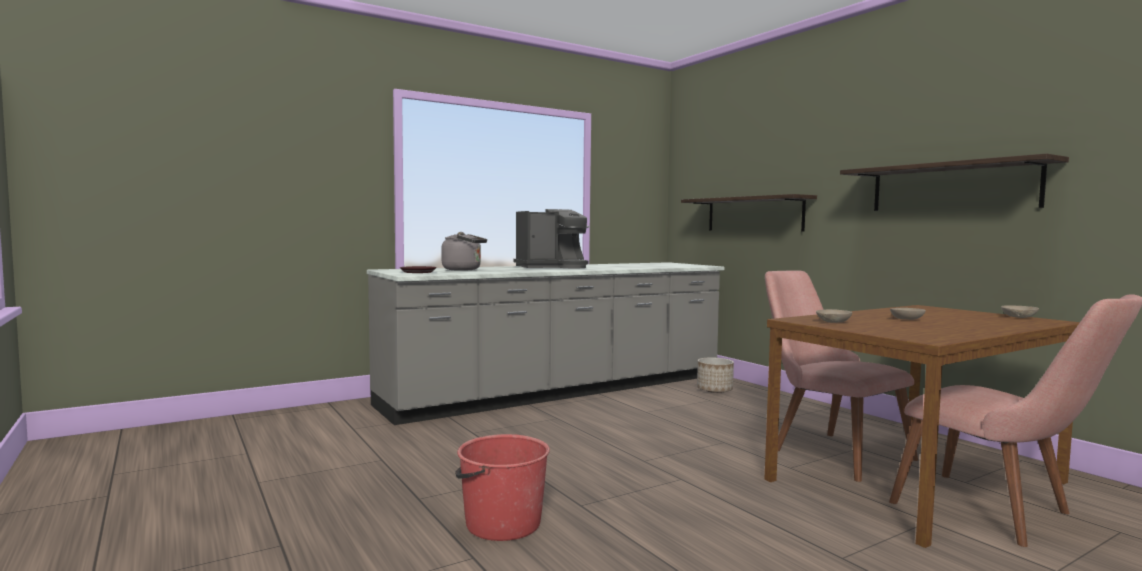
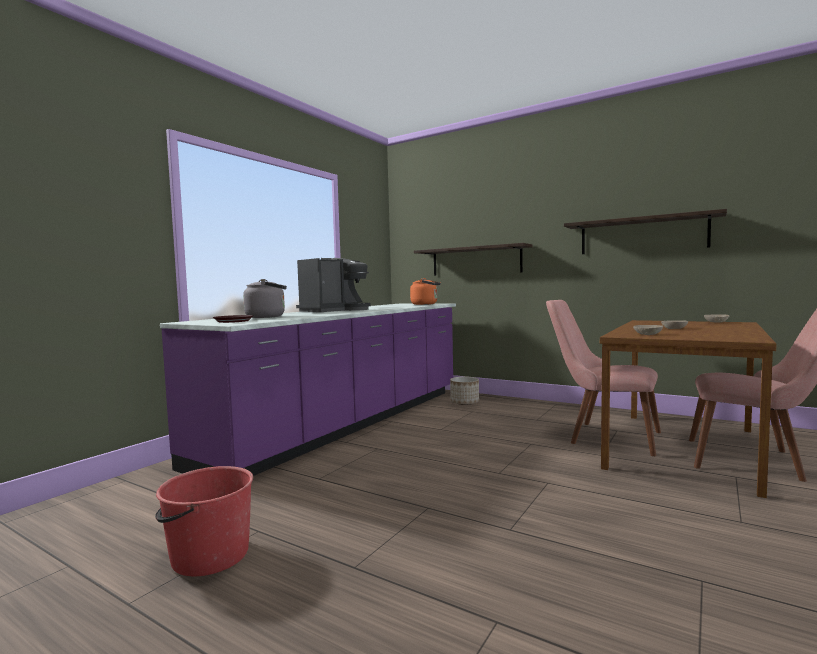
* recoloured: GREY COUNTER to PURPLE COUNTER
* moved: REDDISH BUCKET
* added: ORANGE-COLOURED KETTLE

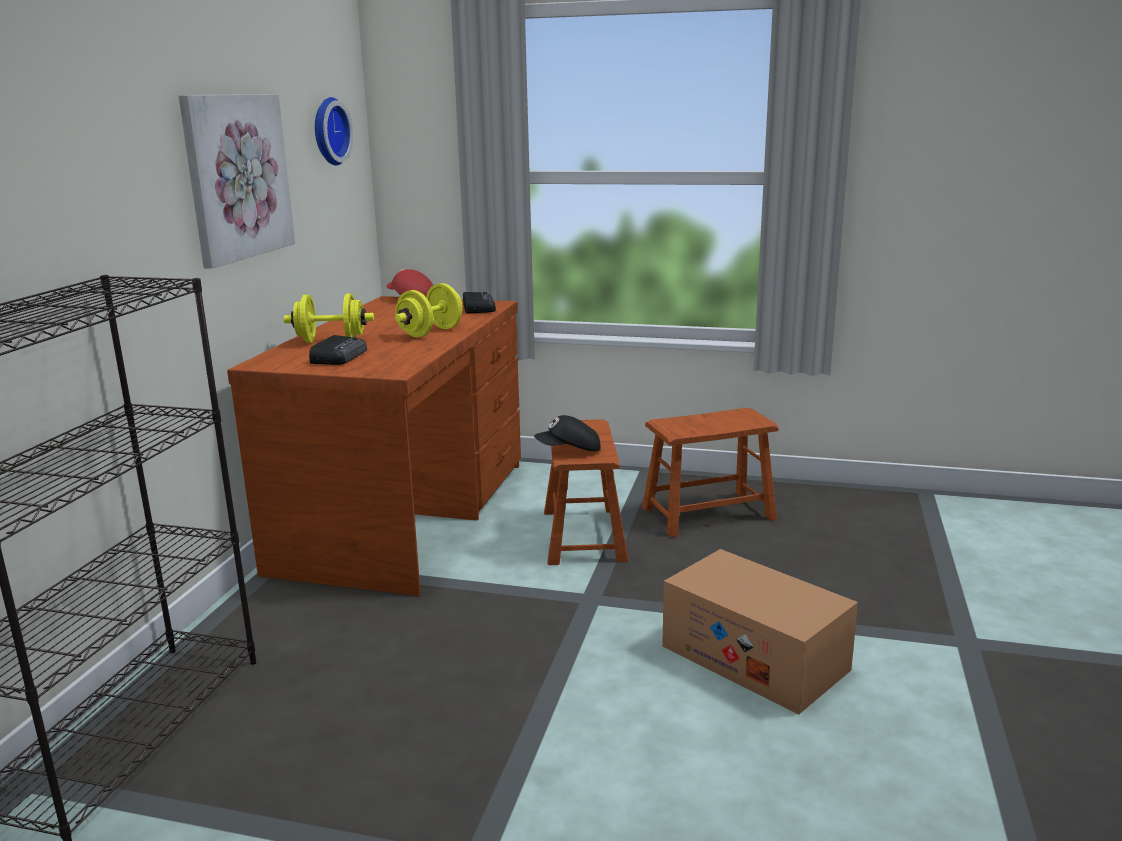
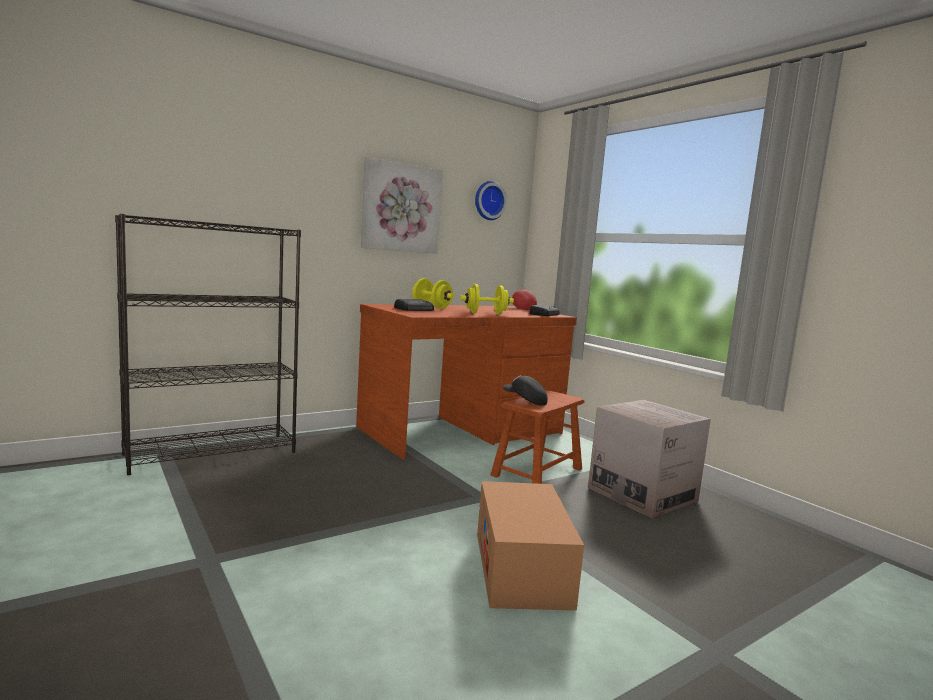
* replaced: BROWN SITTING STOOL (2nd from left) to PACKING BOX (2nd from left)

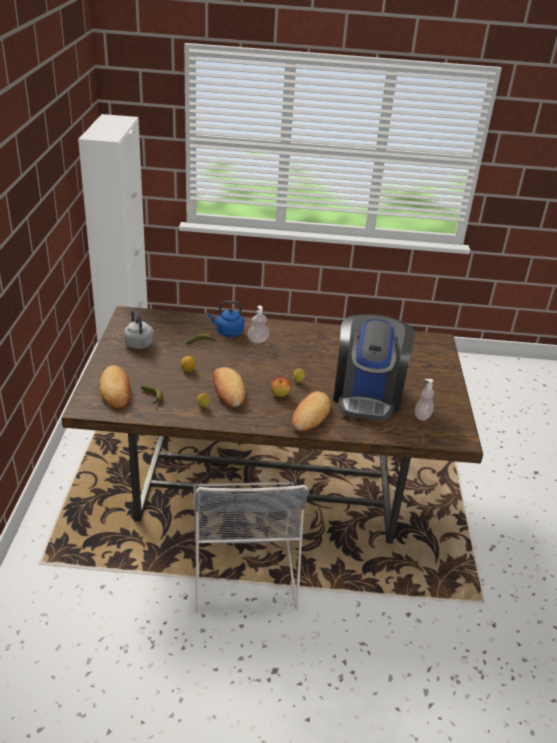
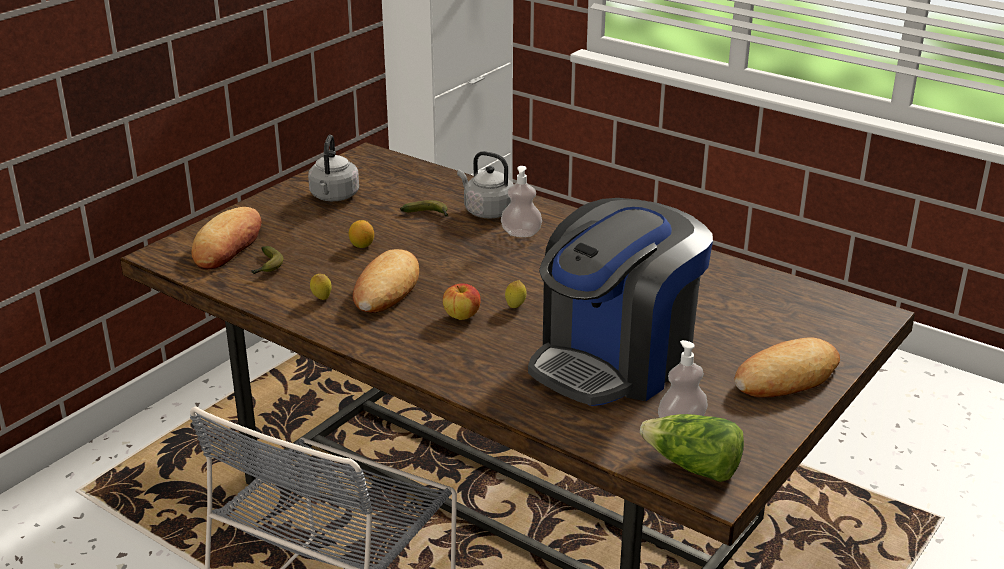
* recoloured: BLUE-COLOURED KETTLE to GREY KETTLE (2nd from left)
* moved: BAKERY BREAD (3rd from left)
* added: LETTUCE HEAD

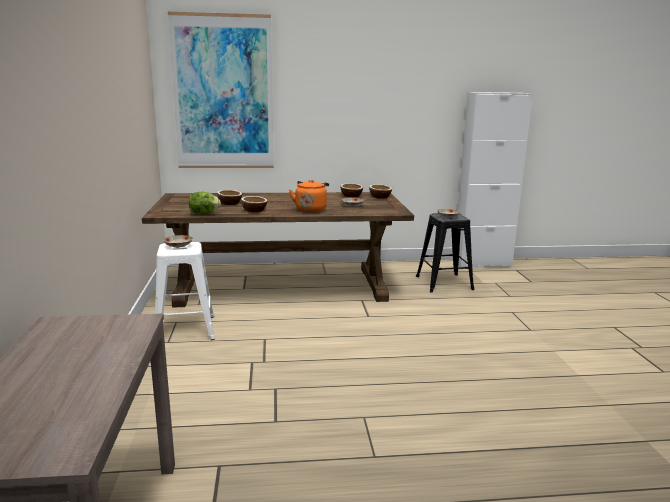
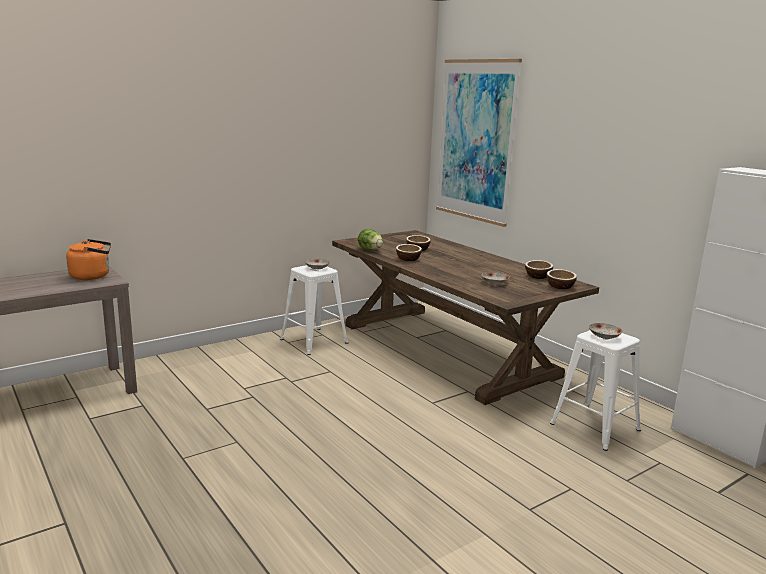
* moved: ORANGE-COLOURED KETTLE
* recoloured: BLACK-COLOURED SITTING STOOL to WHITE-COLOURED SITTING STOOL (2nd from left)

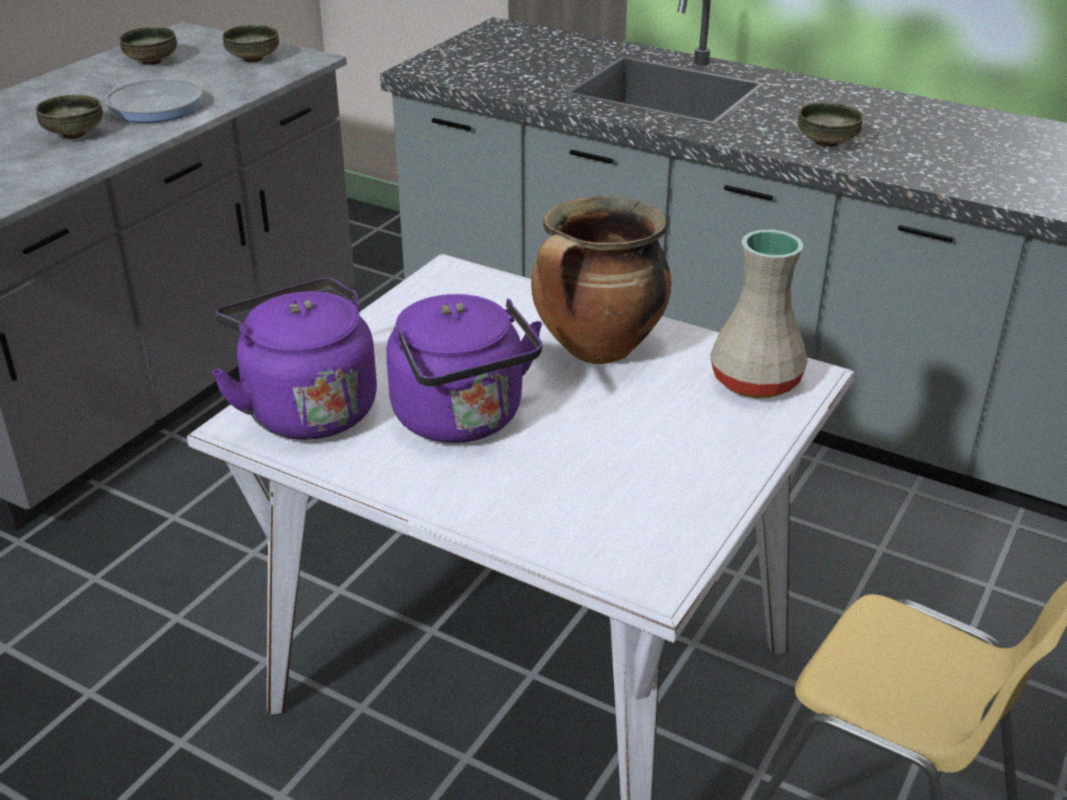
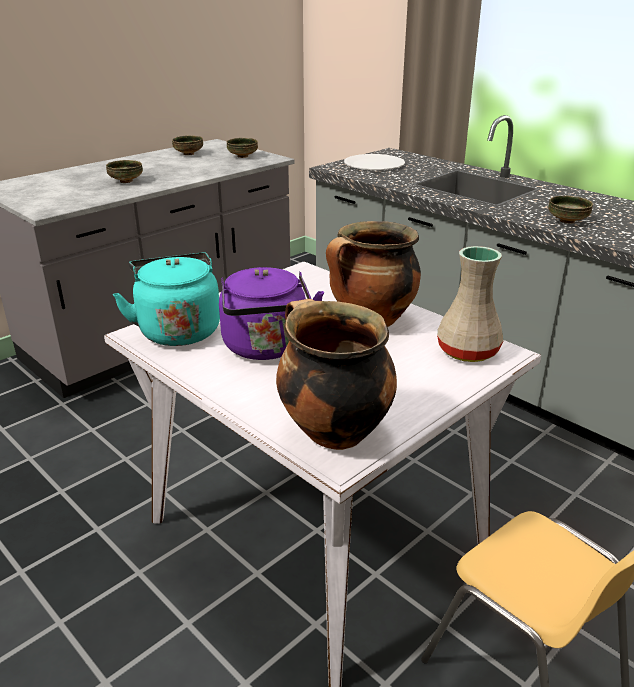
* removed: PAN
* recoloured: PURPLE KETTLE (1st from left) to BLUE-GREEN KETTLE
* added: STOCKPOT (1st from left)
* added: WHITE-COLOURED PLATE

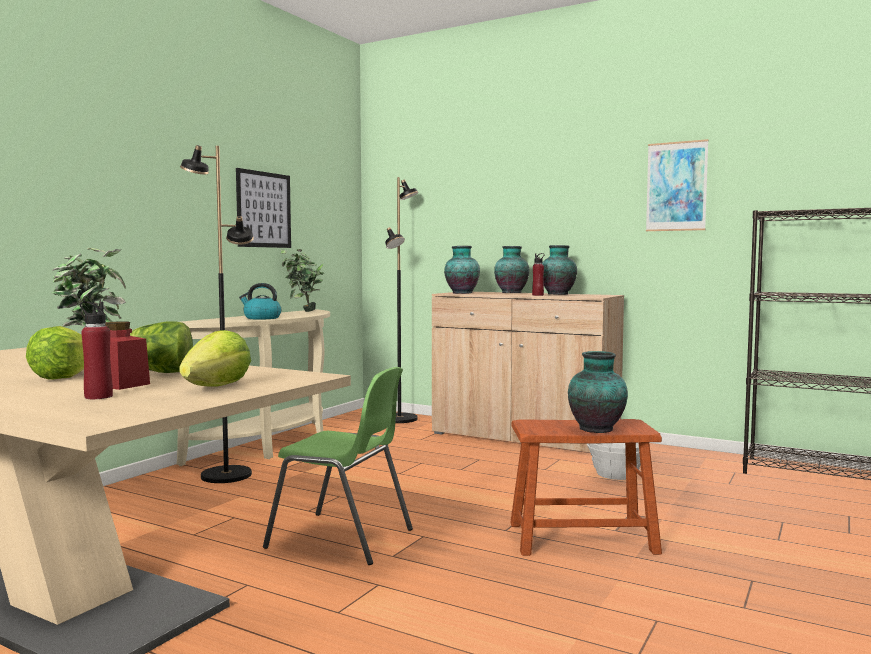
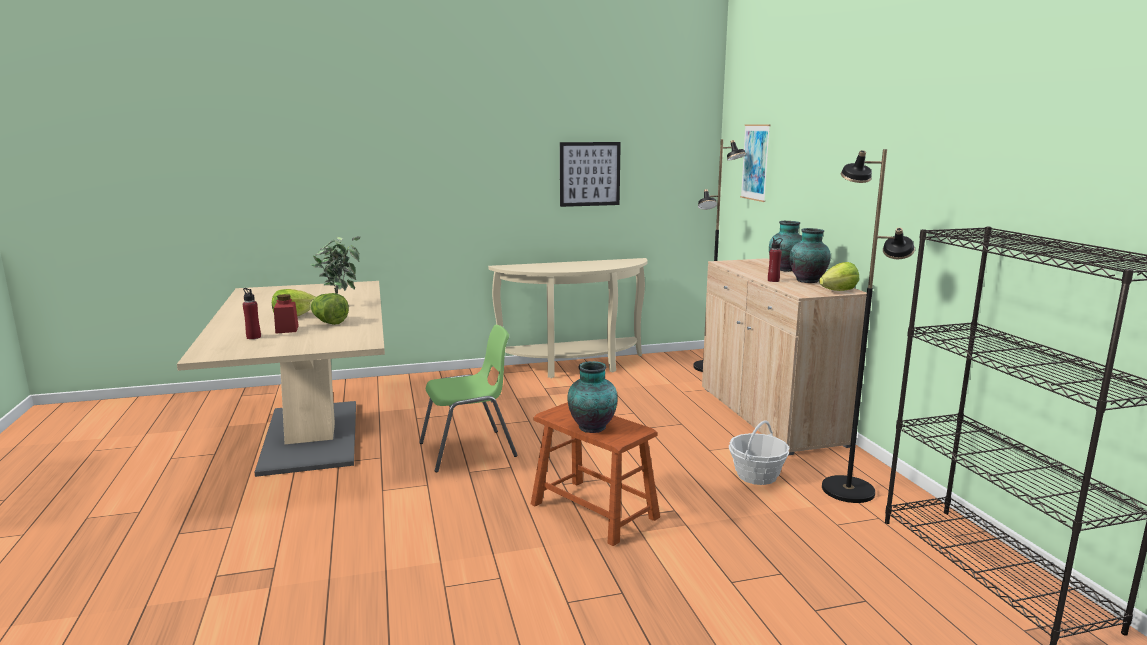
* moved: LETTUCE HEAD (3rd from left)
* moved: BLACK-COLOURED STANDING LAMP (1st from left in the first image) to BLACK-COLOURED STANDING LAMP (2nd from left)
* removed: KETTLE
* turned: GREEN PLAIN CHAIR 90 degrees counterclockwise
* removed: POTTED PLANT (2nd from left)
* removed: VASE (1st from left)
* moved: PICTURE (2nd from left)

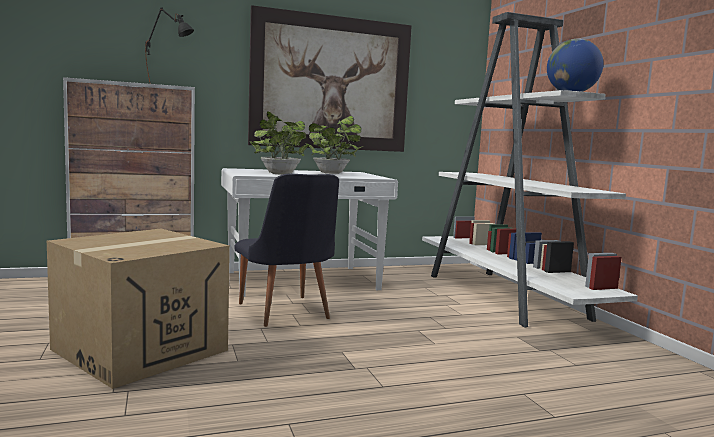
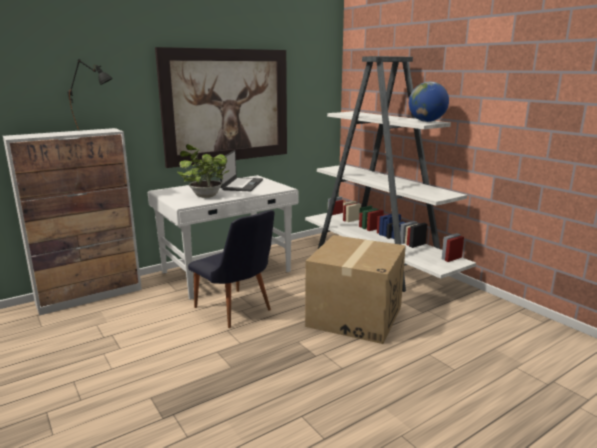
* moved: PACKING BOX
* replaced: POTTED PLANT (2nd from left) to LAPTOP

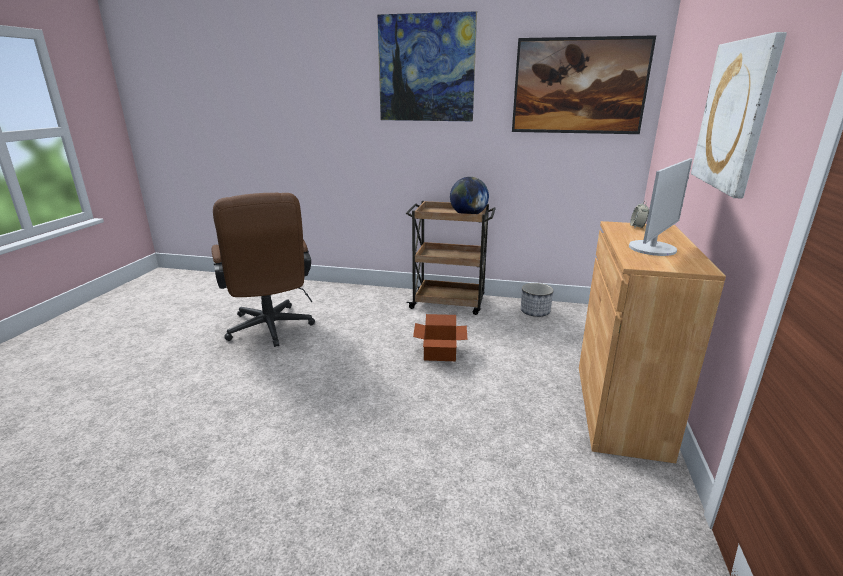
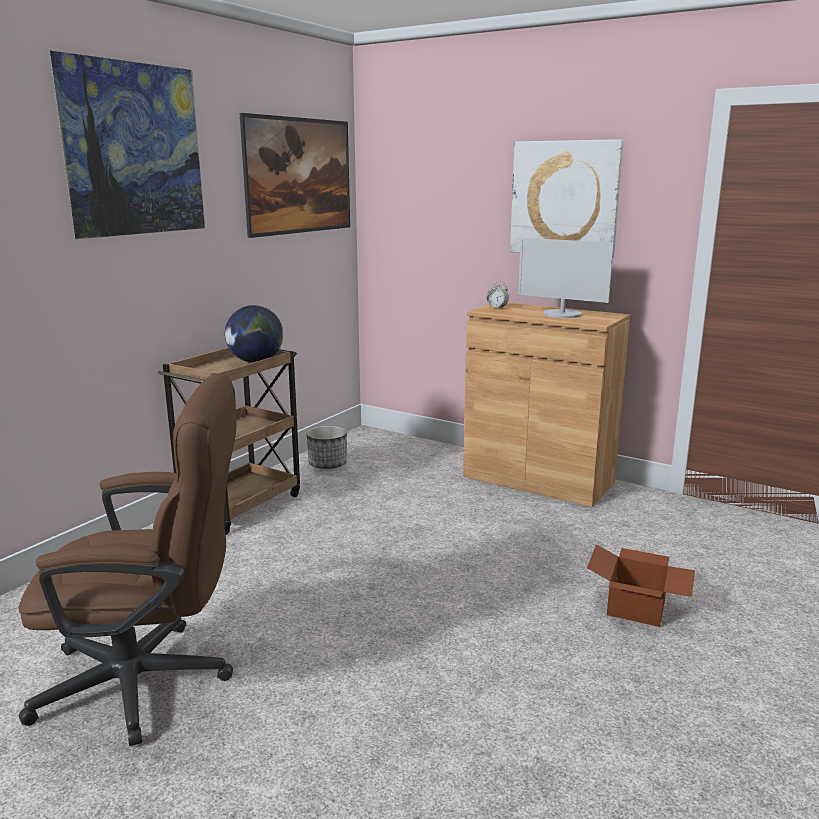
* moved: PACKING BOX
* turned: MONITOR 150 degrees clockwise

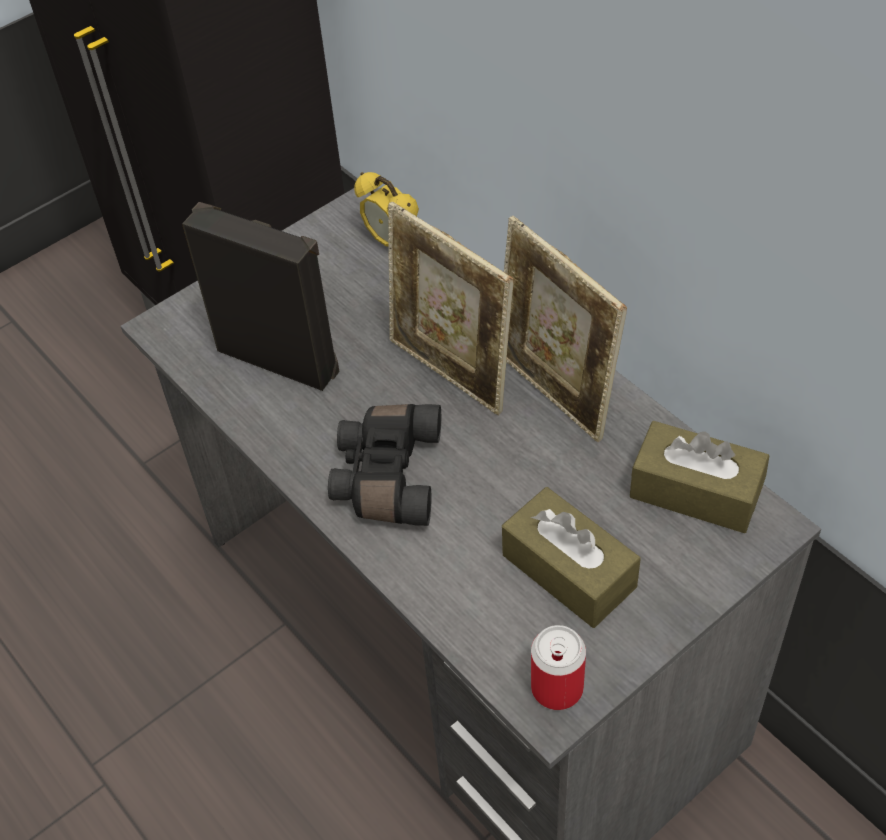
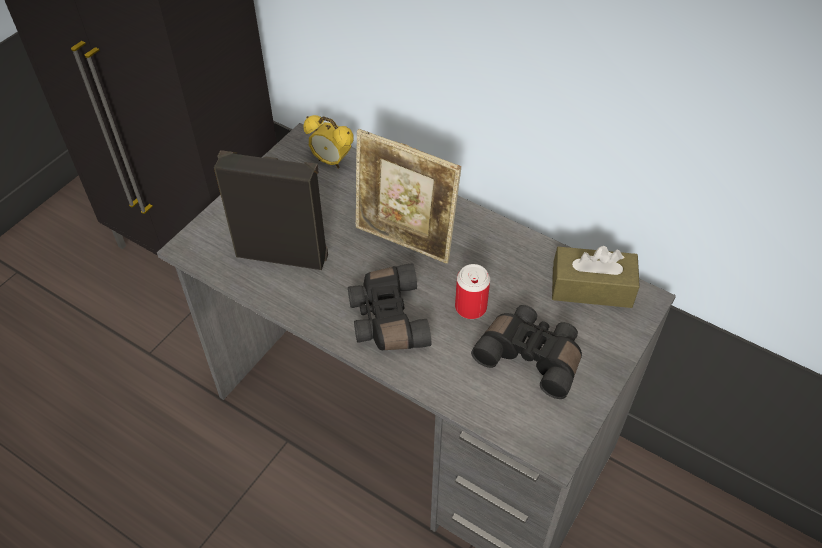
* replaced: BROWN TISSUE BOX (1st from left) to BLACK-COLOURED PAIR OF BINOCULARS (2nd from left)
* removed: STANDING FRAME (2nd from left)
* moved: CAN

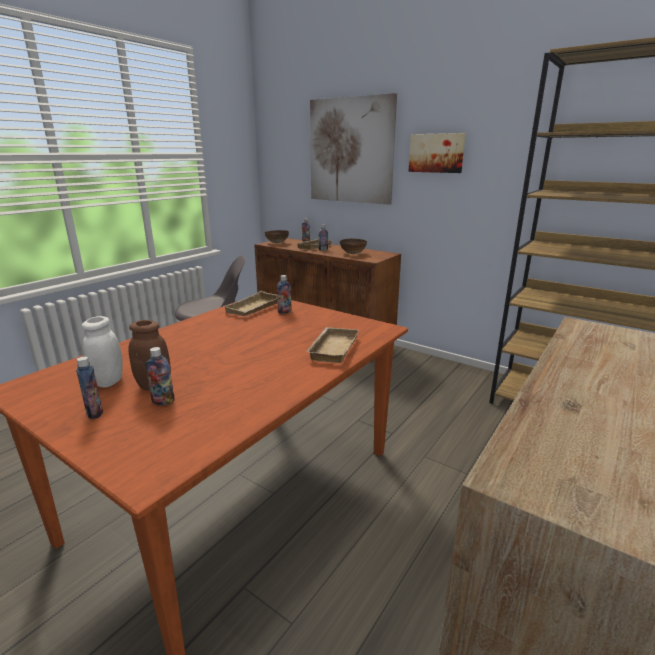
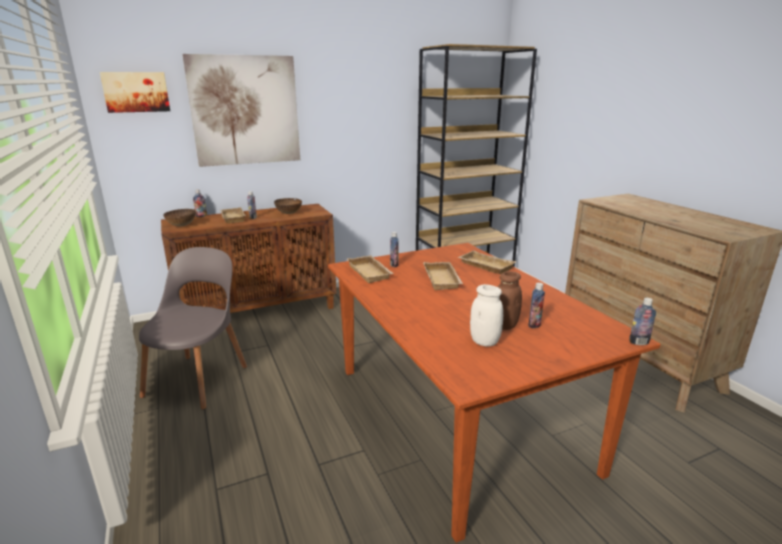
* moved: BOTTLE (1st from left in the first image) to BOTTLE (5th from left)
* moved: PICTURE (2nd from left in the first image) to PICTURE (1st from left)
* added: BEIGE-COLOURED TRAY (3rd from left)

